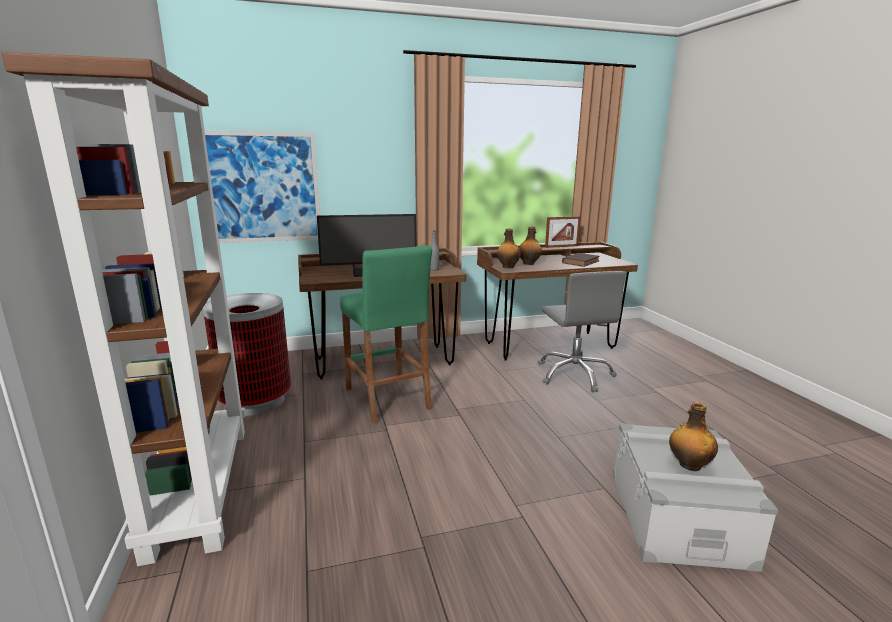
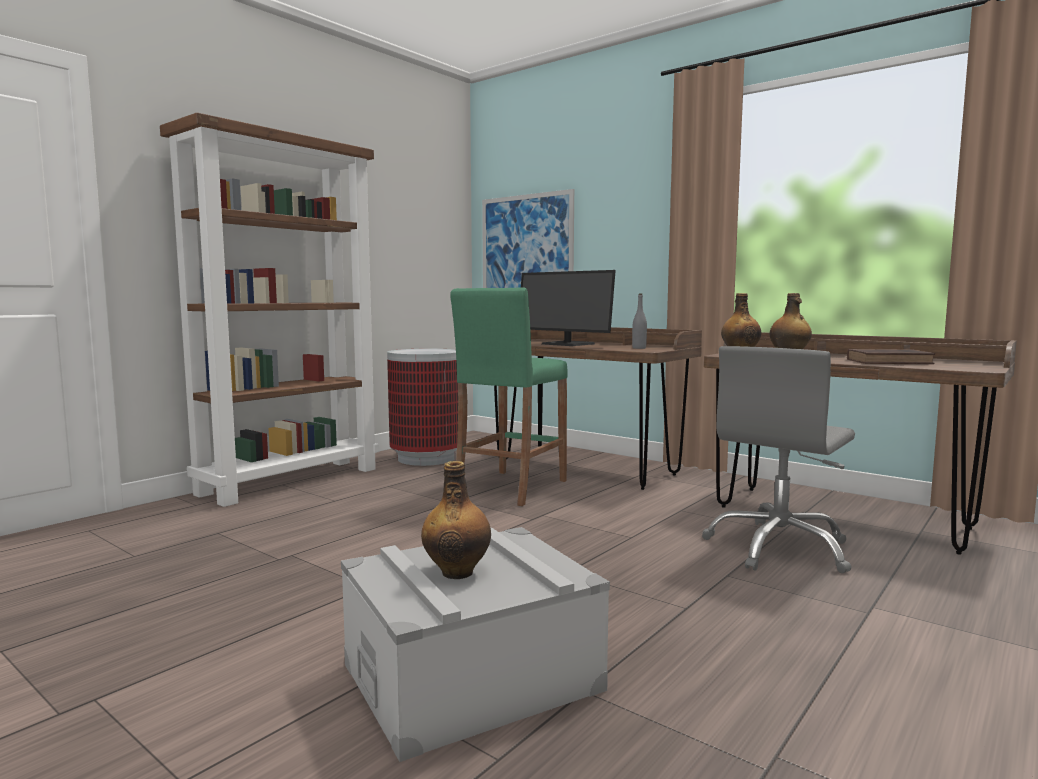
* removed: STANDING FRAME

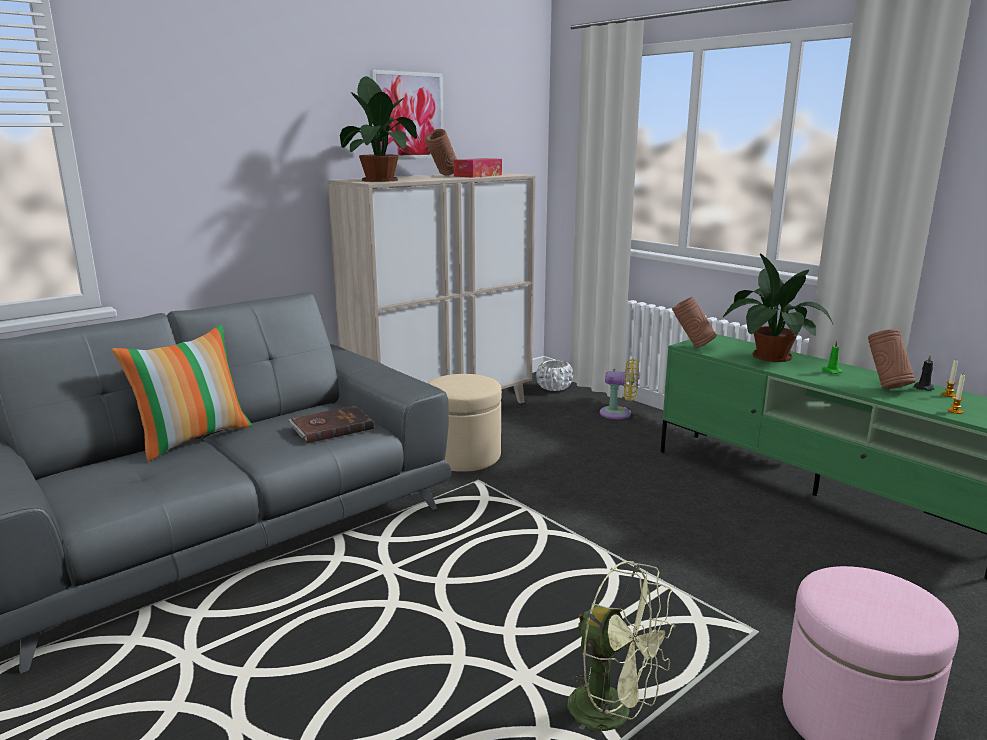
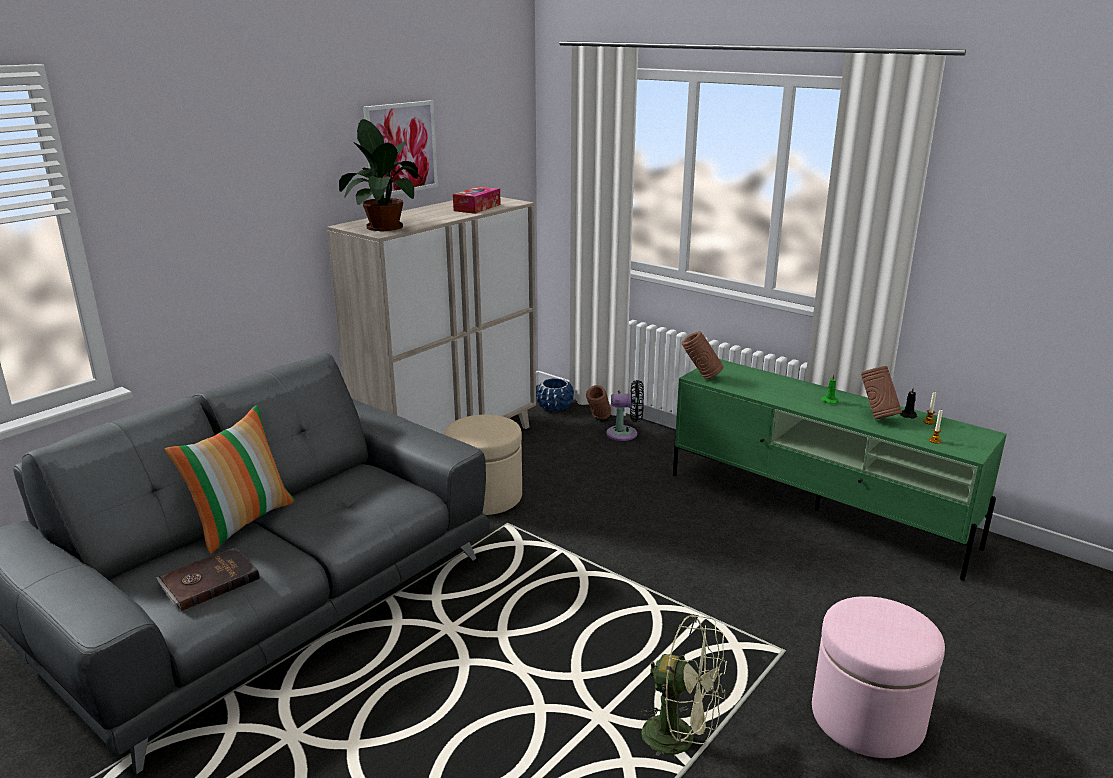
* moved: BROWN BOOK
* moved: BROWN VASE (1st from left)
* recoloured: WHITE-COLOURED PLANT POT to BLUE-COLOURED PLANT POT
* recoloured: YELLOW FAN to BLACK-COLOURED FAN
* removed: POTTED PLANT (2nd from left)

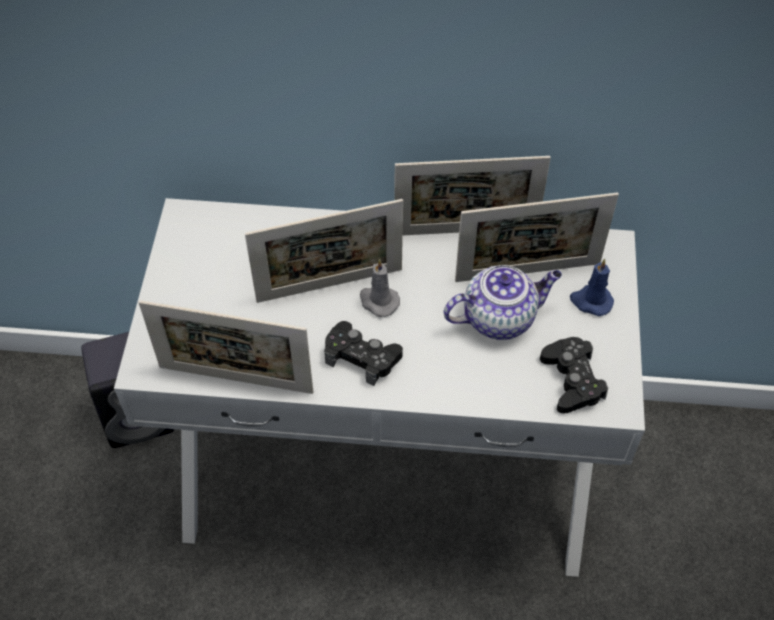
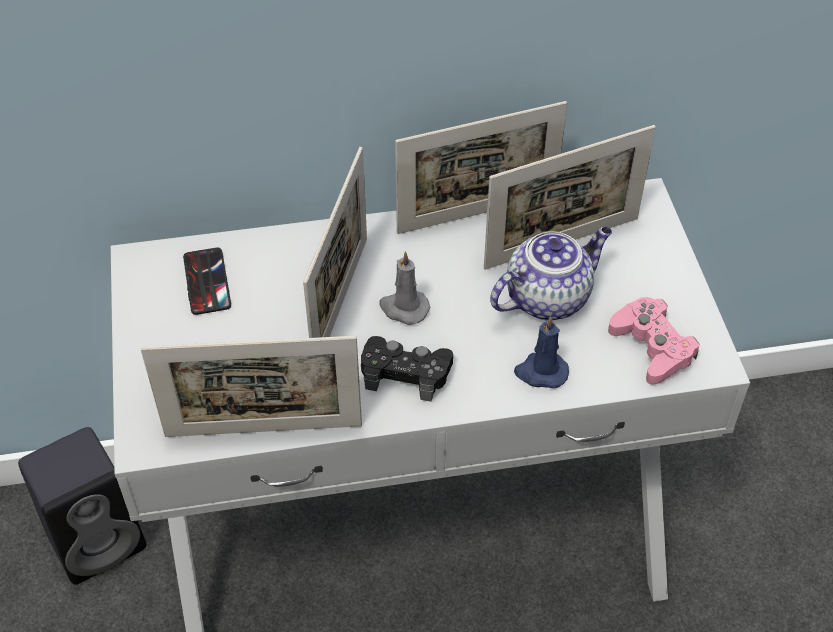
* turned: STANDING FRAME (2nd from left) 45 degrees counterclockwise
* recoloured: BLACK-COLOURED JOYPAD (2nd from left) to PINK-COLOURED JOYPAD
* moved: BLUE-COLOURED WAX LIGHT
* added: HANDSET

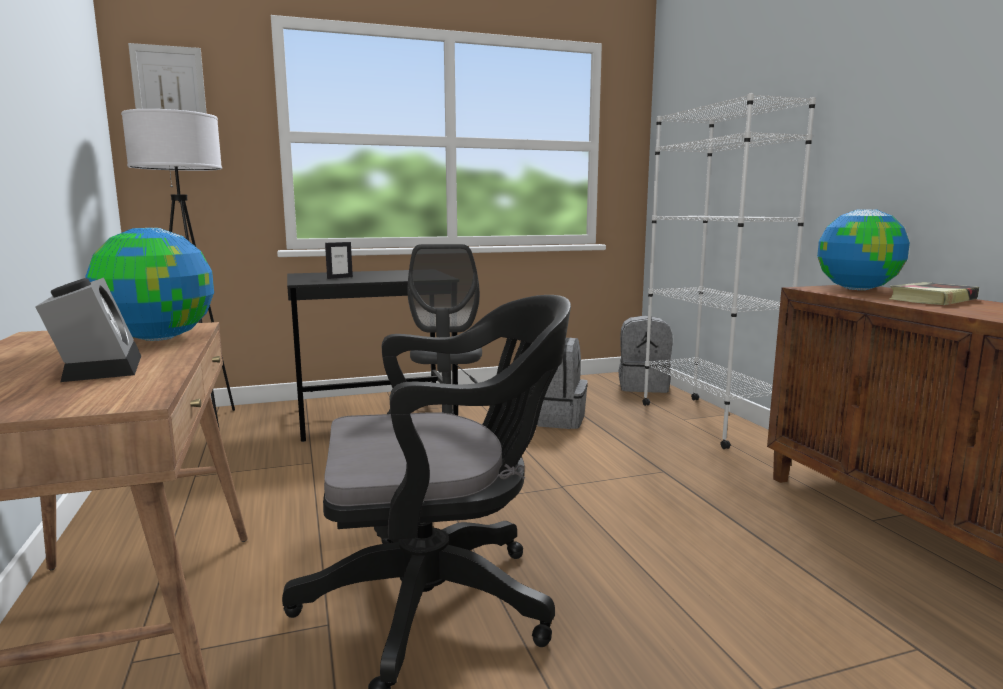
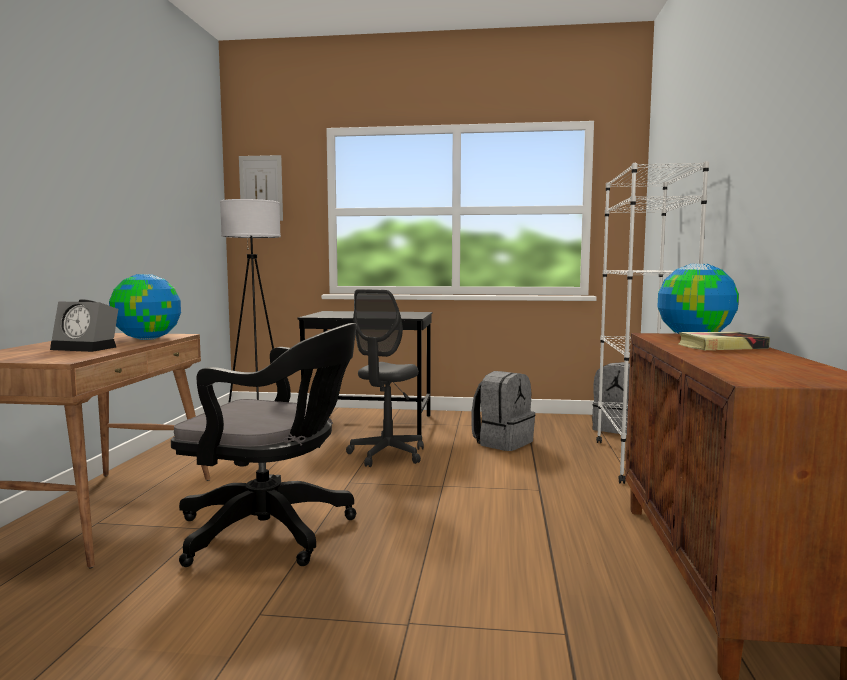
* turned: TABLE CLOCK 105 degrees clockwise
* removed: STANDING FRAME

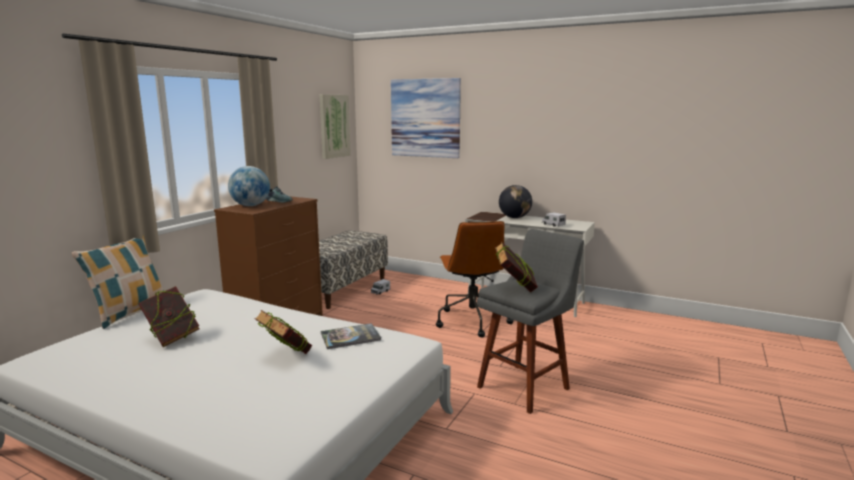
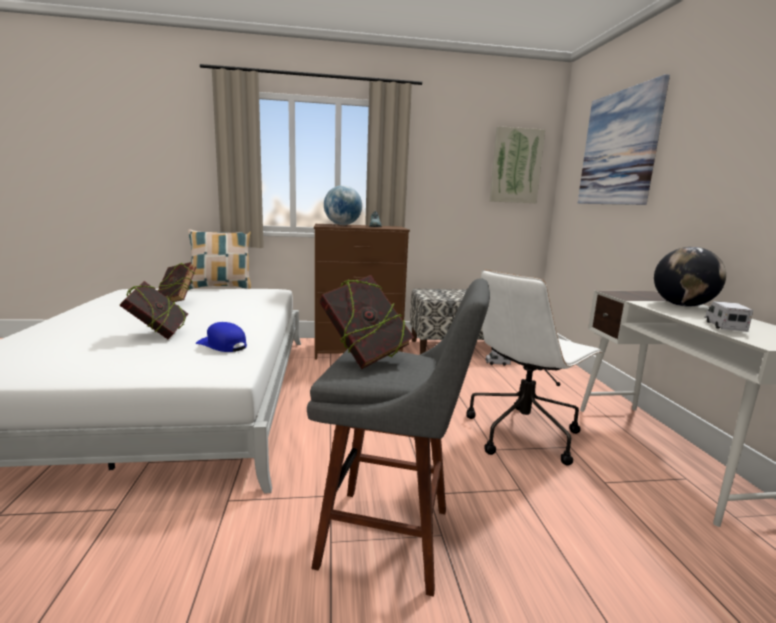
* replaced: BOOK (3rd from left) to BLUE-COLOURED CAP
* recoloured: BROWN OFFICE CHAIR to WHITE-COLOURED OFFICE CHAIR

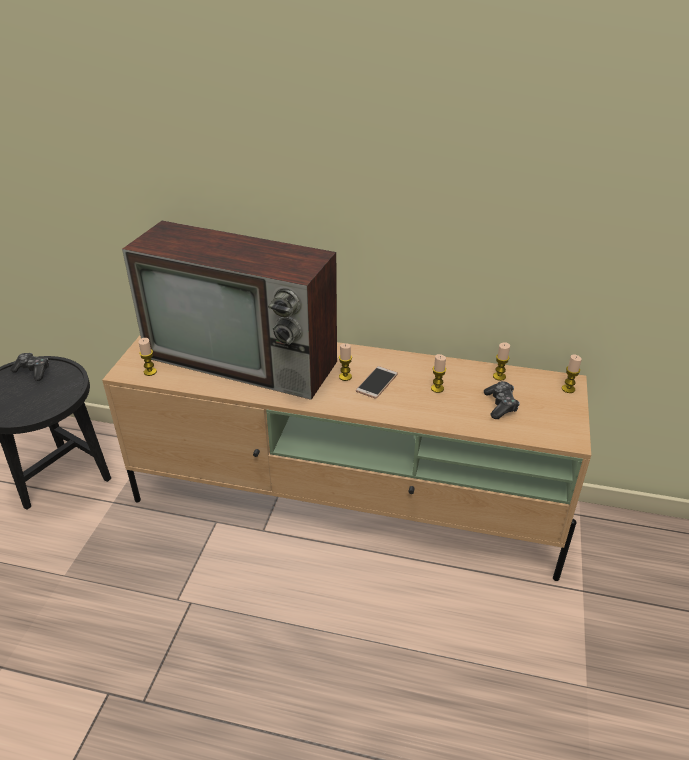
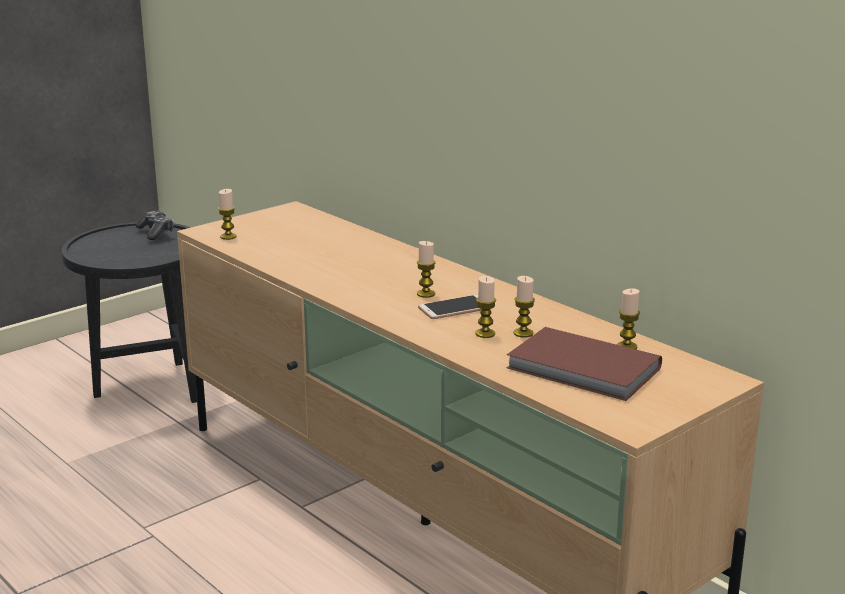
* removed: TELEVISION
* replaced: JOYPAD (2nd from left) to BROWN BOOK
* moved: WAX LIGHT (5th from left in the first image) to WAX LIGHT (3rd from left)

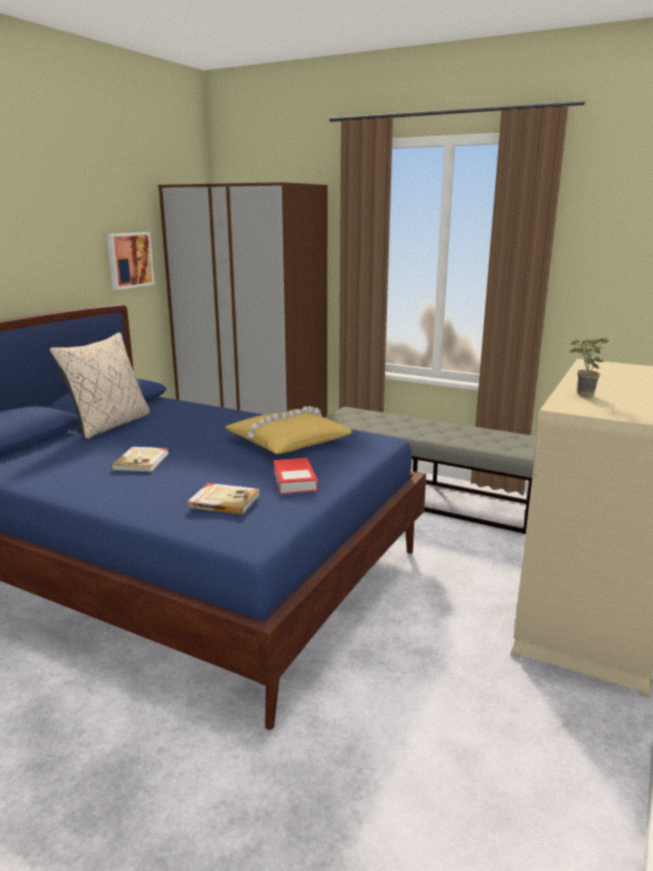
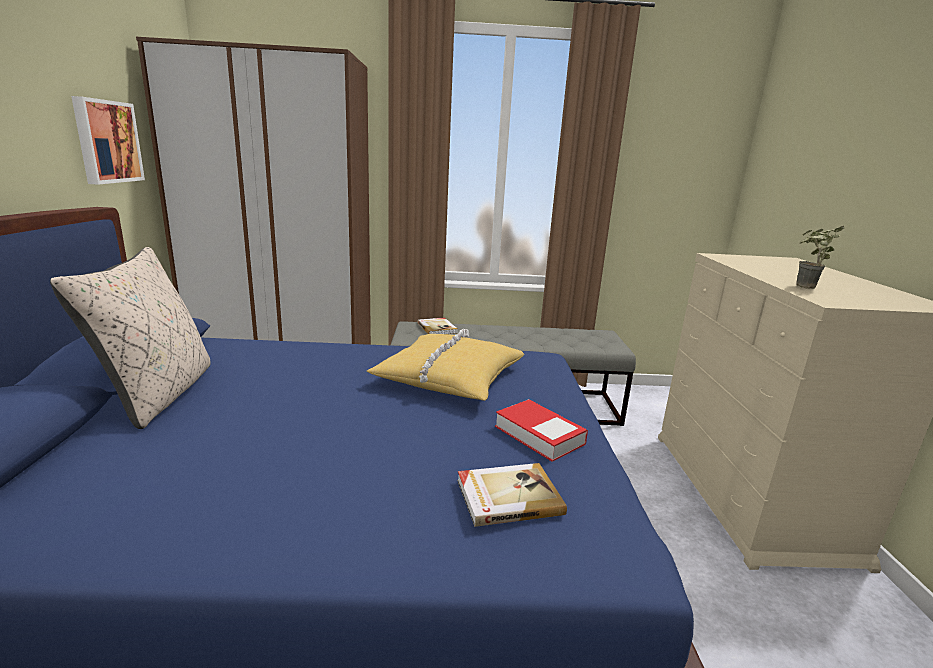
* moved: BOOK (1st from left)

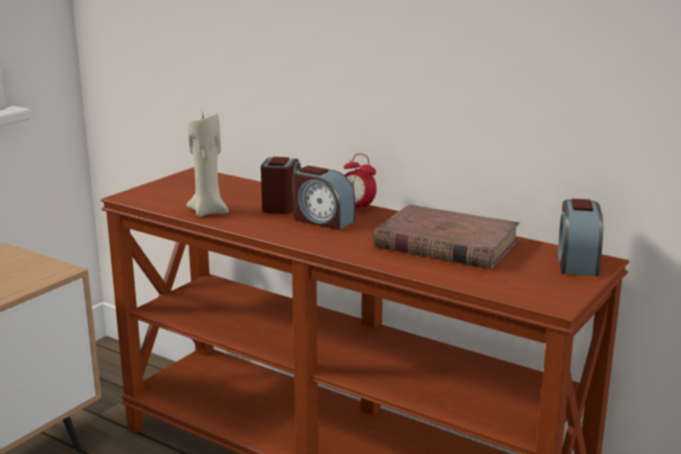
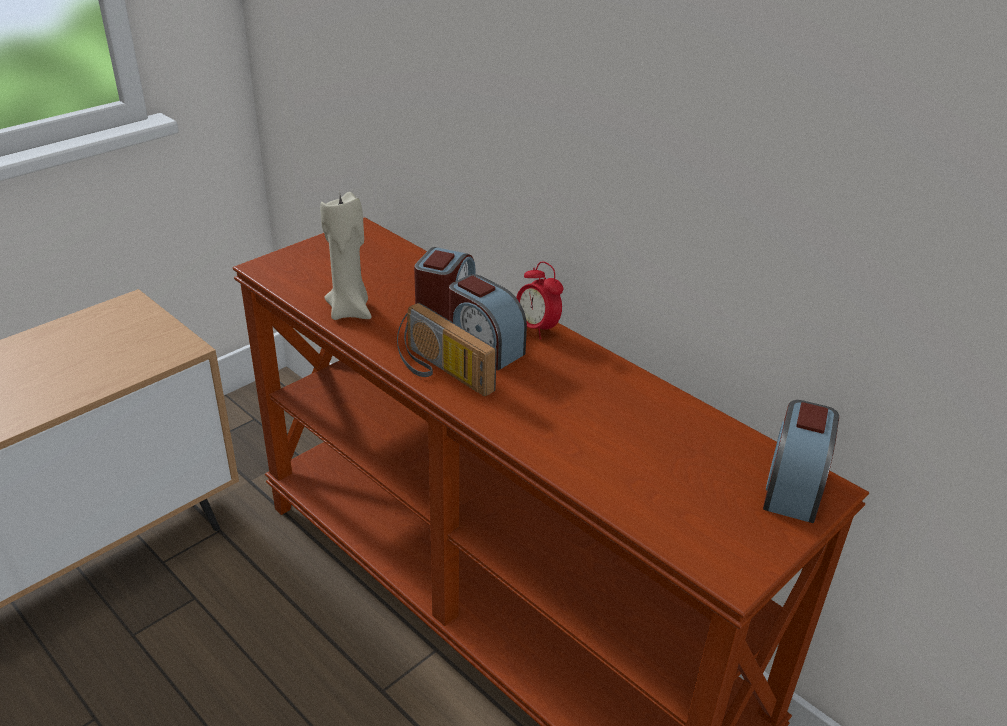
* removed: BROWN BOOK
* added: RADIO SET

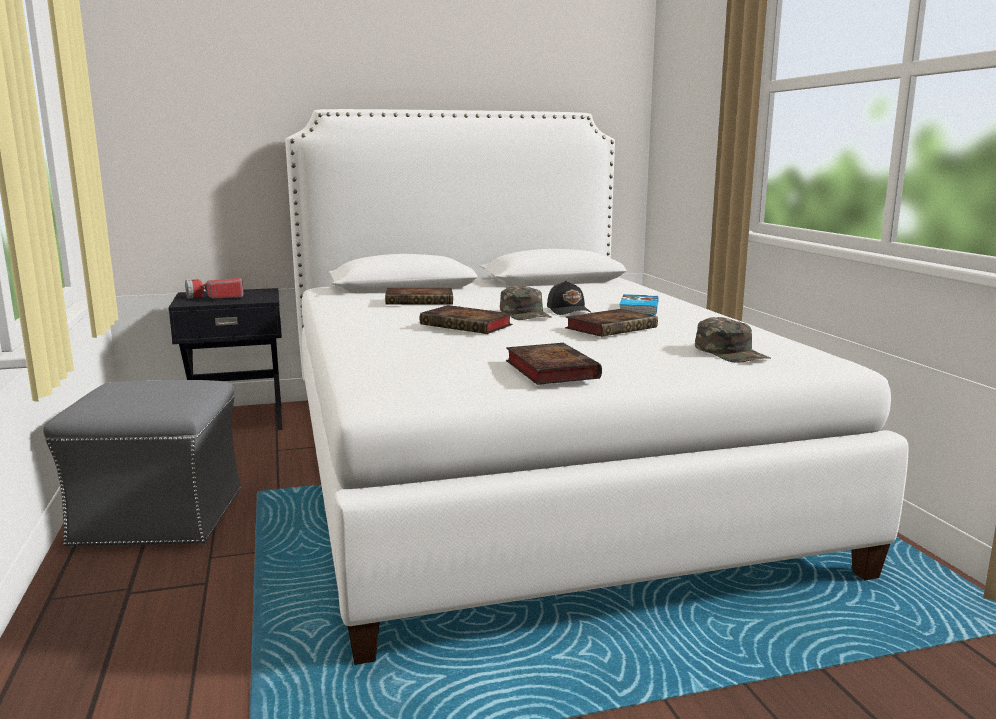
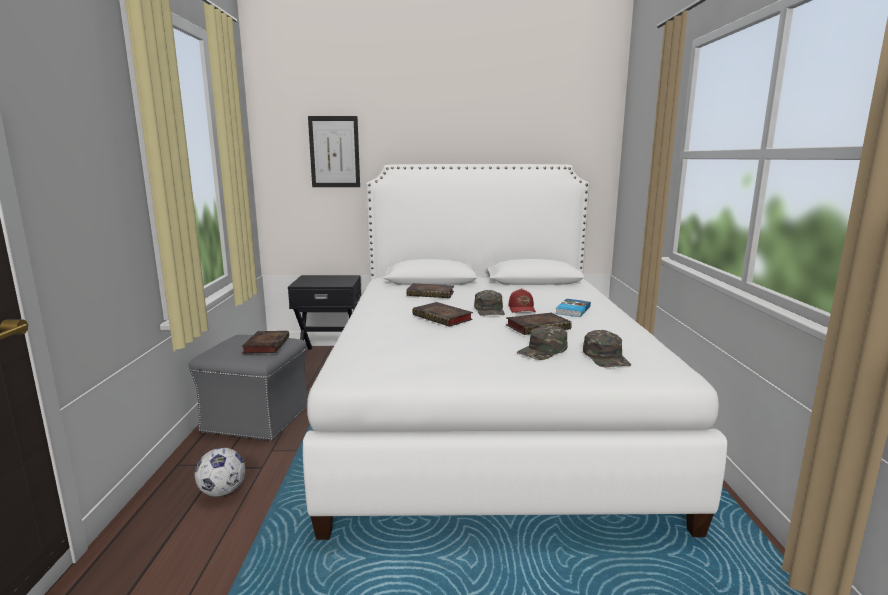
* removed: TORCH
* moved: BOOK (3rd from left in the first image) to BOOK (1st from left)
* recoloured: BLACK-COLOURED CAP to REDDISH CAP
* added: BALL FOR FOOTBALL
* added: PICTURE
* added: GREEN CAP (2nd from left)

